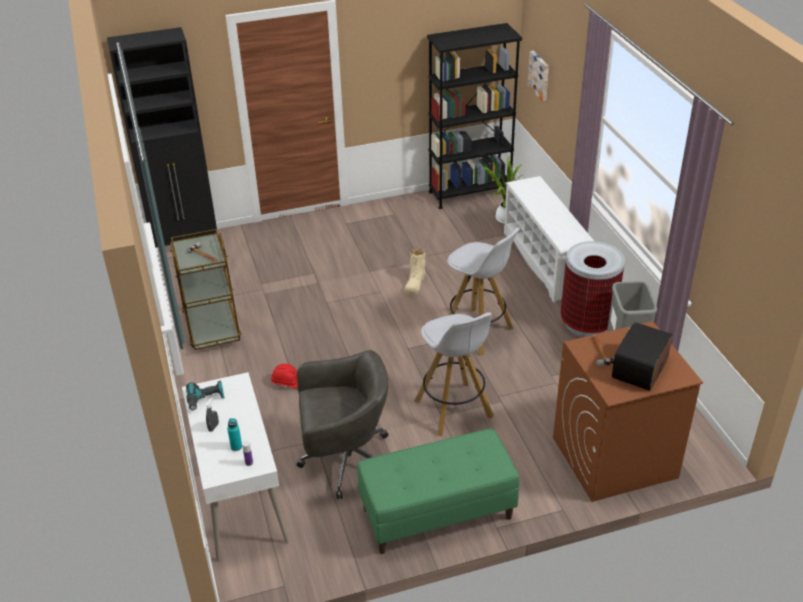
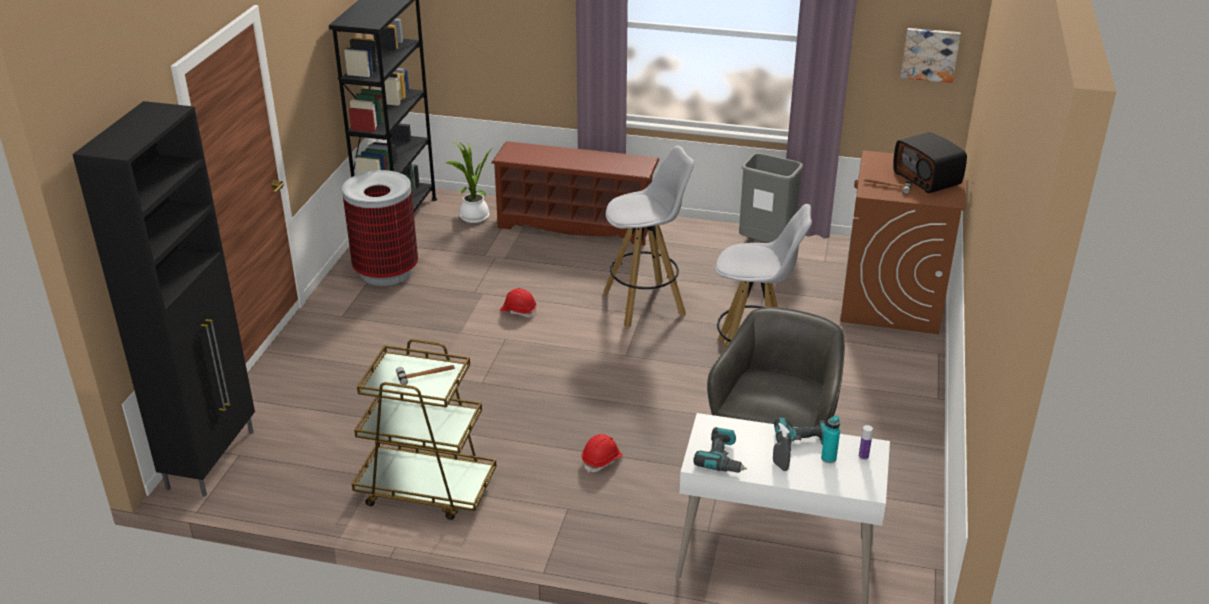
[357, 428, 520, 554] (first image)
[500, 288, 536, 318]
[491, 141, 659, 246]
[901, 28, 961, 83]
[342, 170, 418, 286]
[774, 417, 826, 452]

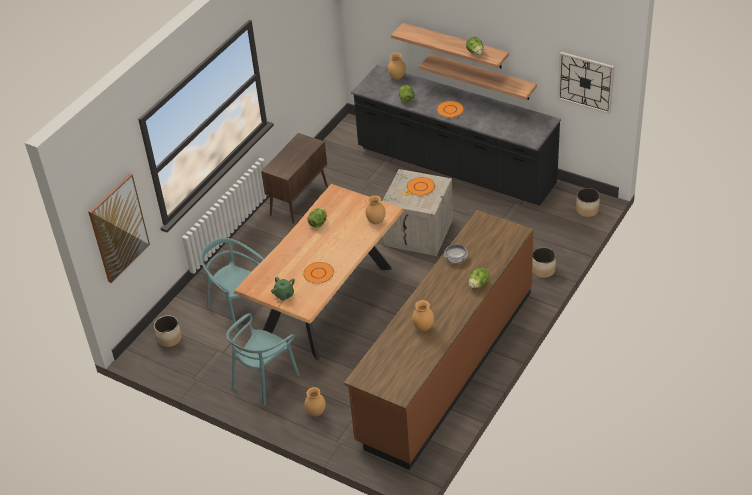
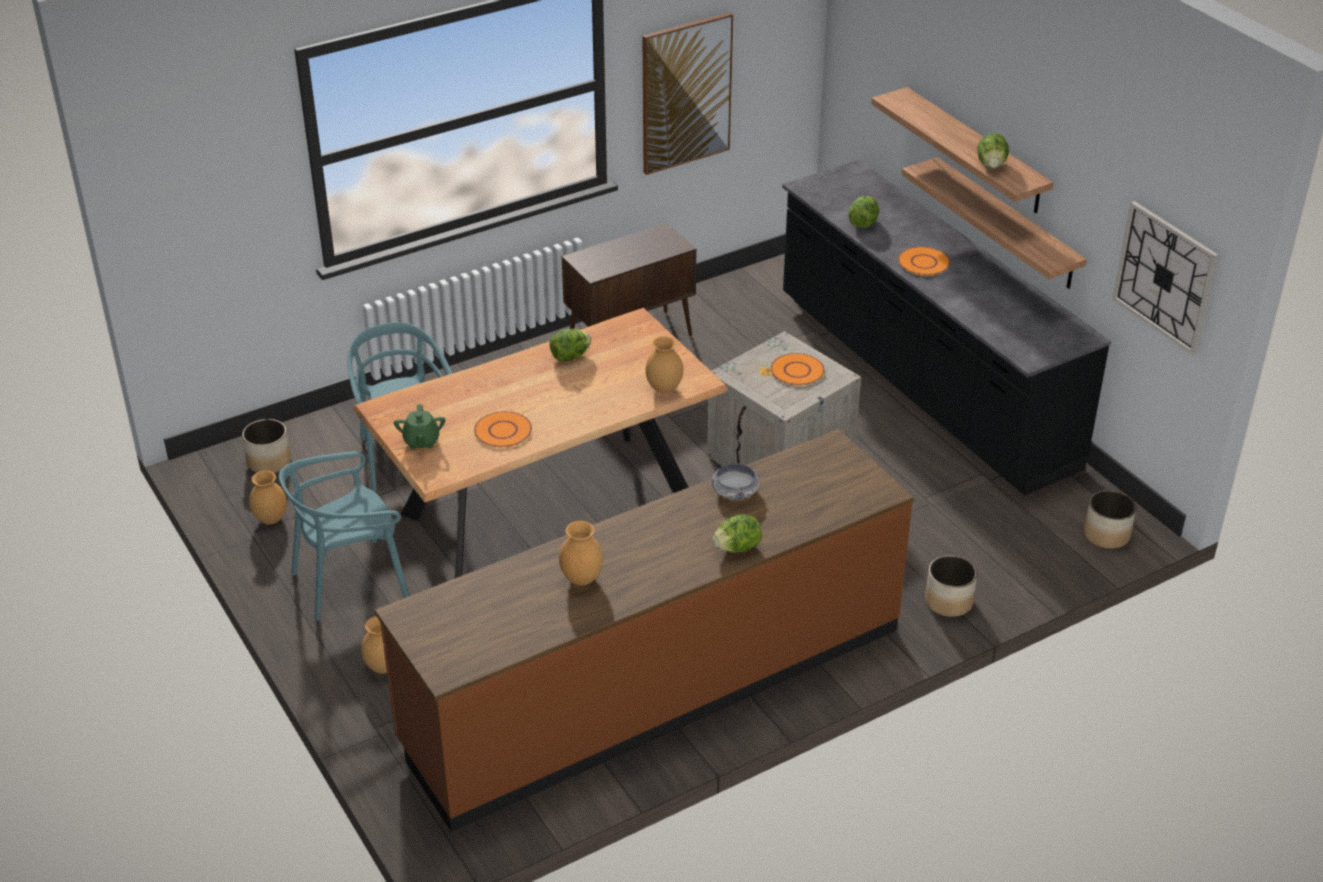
[643, 12, 733, 175]
[249, 471, 287, 525]

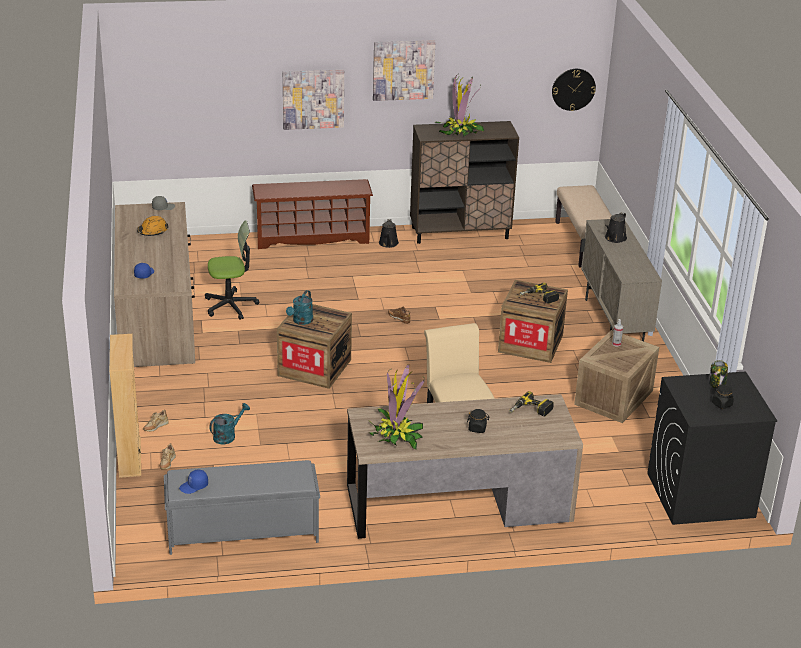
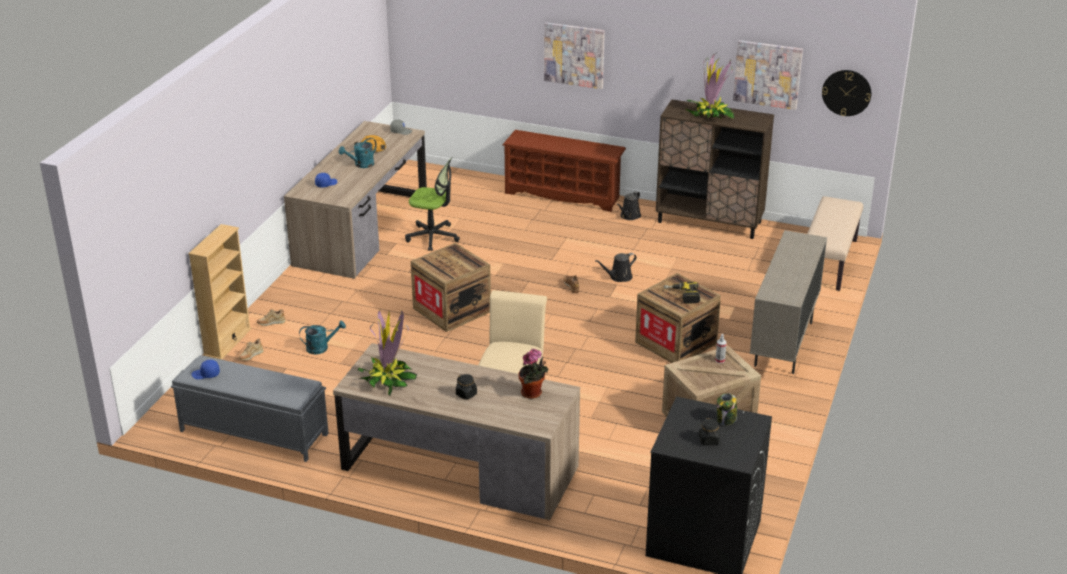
[339, 138, 377, 168]
[733, 40, 803, 110]
[518, 349, 548, 399]
[595, 253, 637, 282]

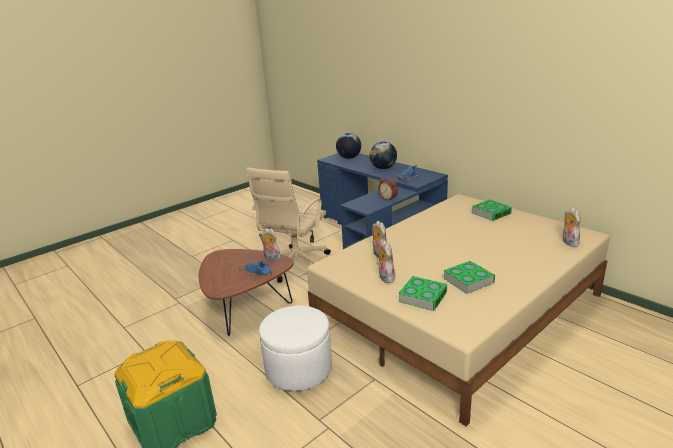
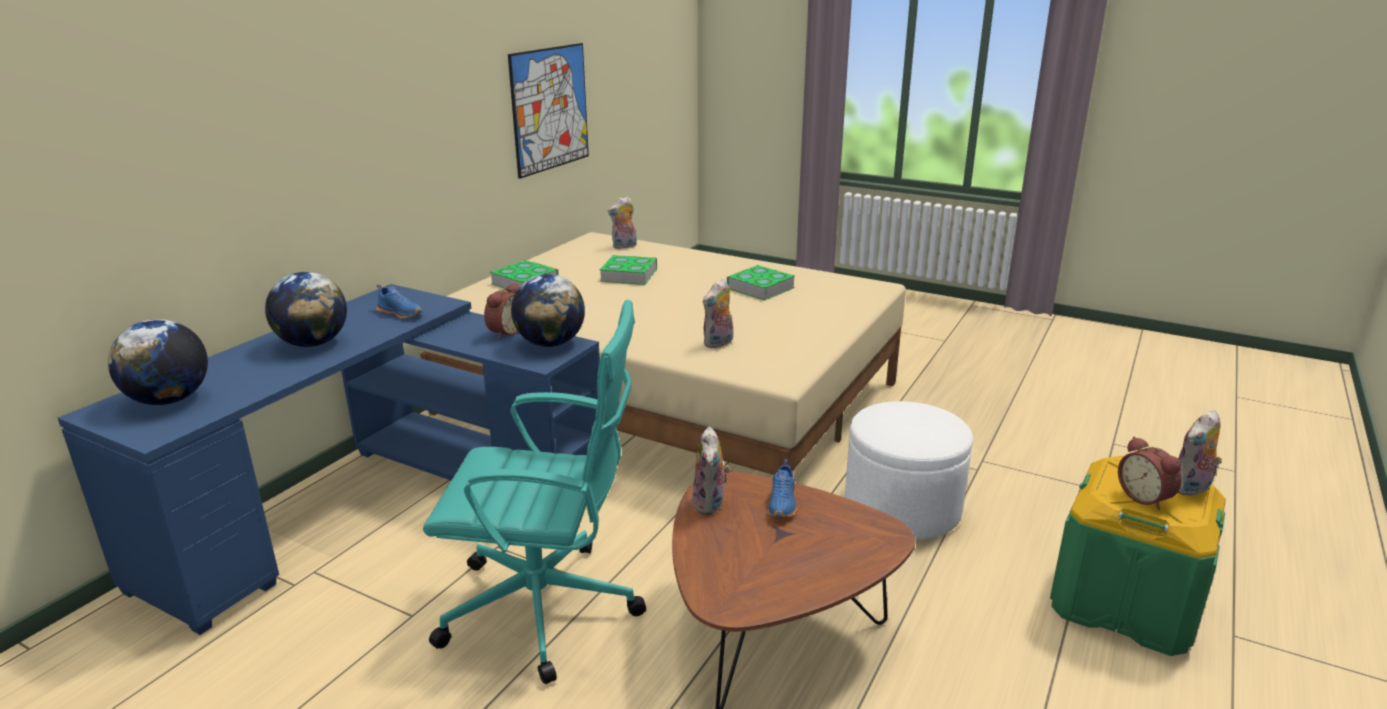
[423, 300, 646, 684]
[1178, 410, 1222, 496]
[600, 255, 657, 285]
[508, 43, 589, 179]
[511, 274, 585, 347]
[1118, 436, 1181, 510]

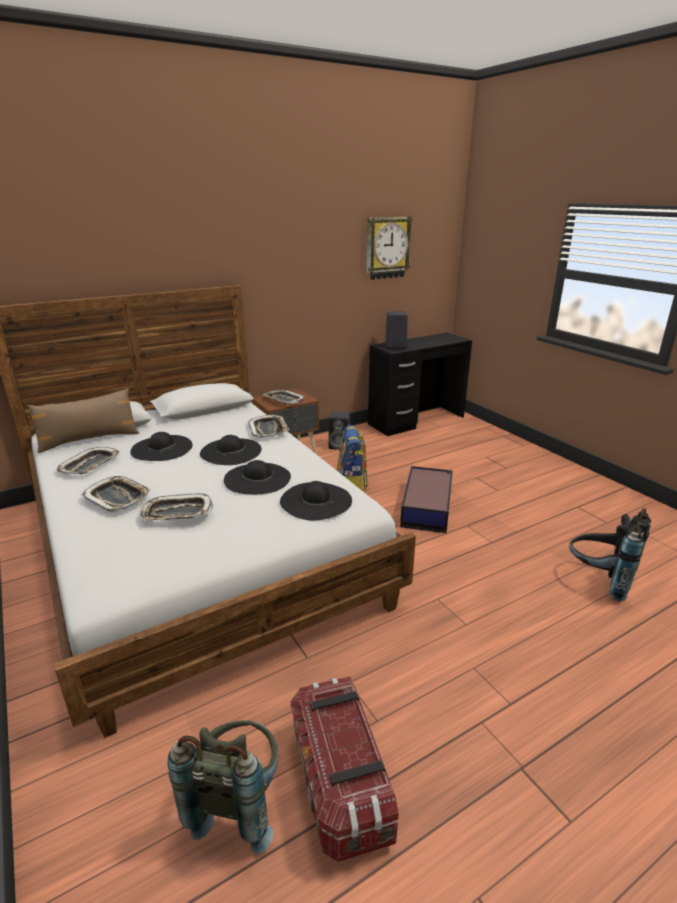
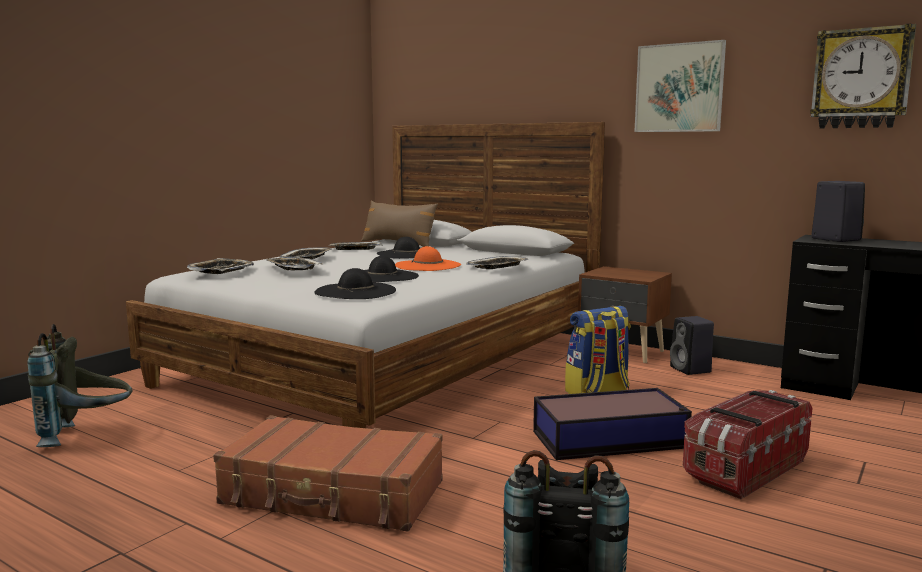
[395, 246, 461, 271]
[187, 258, 254, 274]
[683, 390, 812, 499]
[213, 415, 443, 532]
[634, 40, 726, 132]

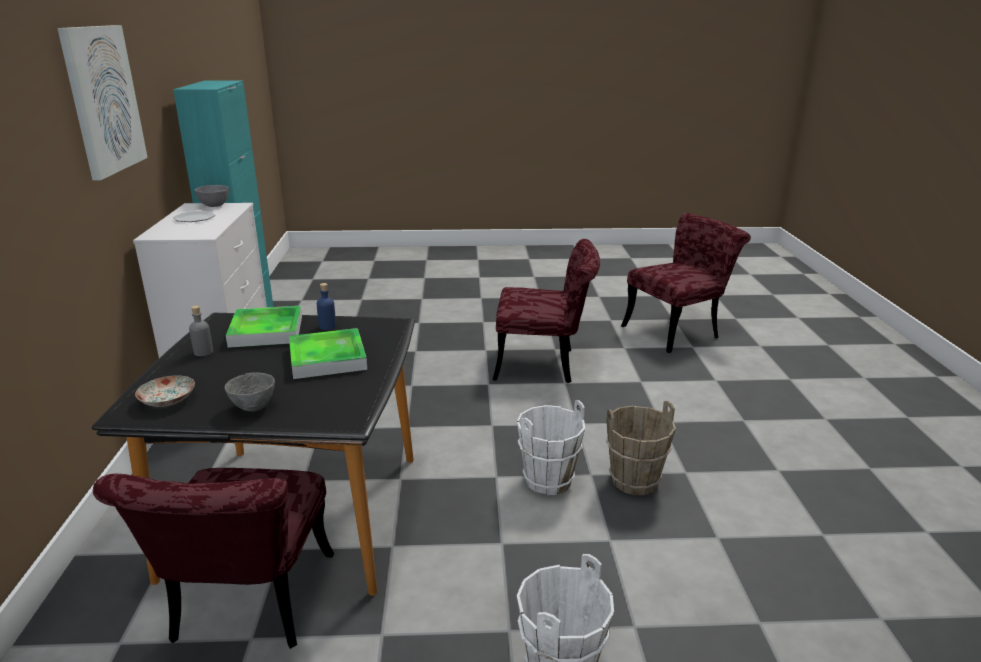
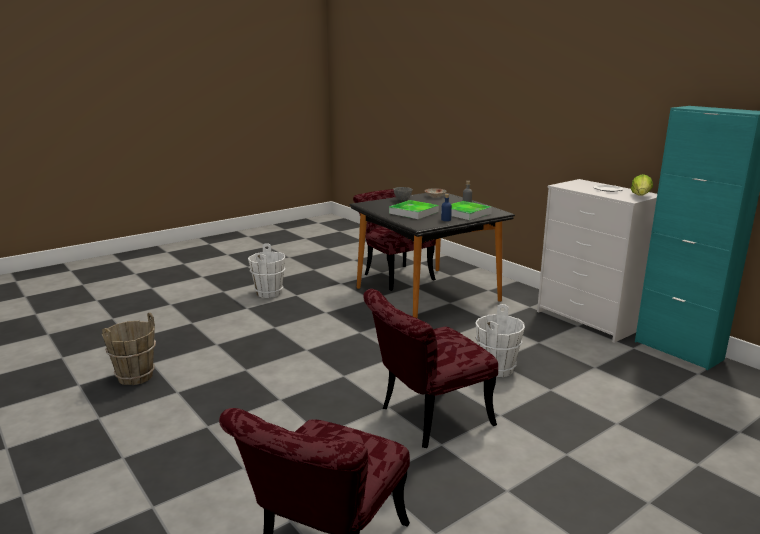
[57, 25, 148, 180] (first image)
[631, 174, 653, 196]
[475, 304, 525, 377]
[102, 313, 156, 385]

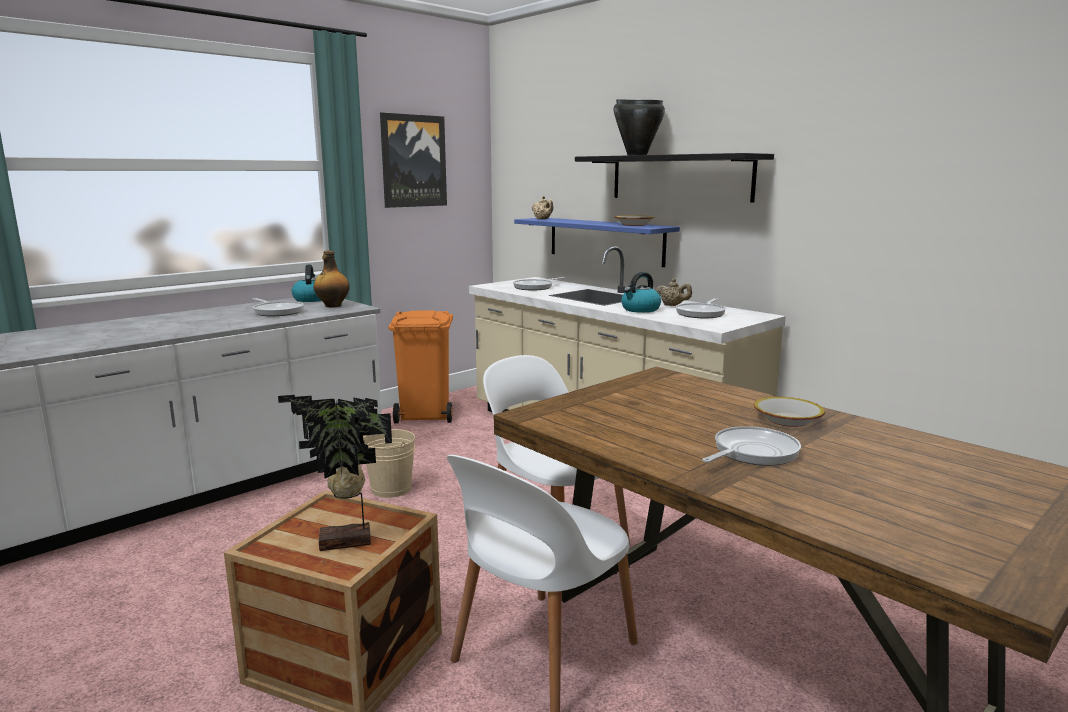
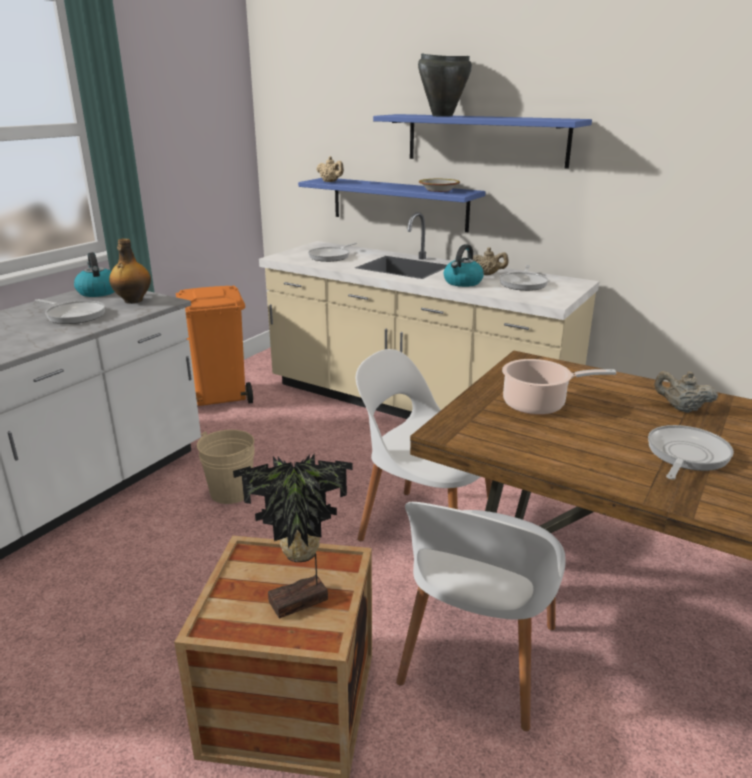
[380, 113, 447, 208] (first image)
[373, 114, 592, 169]
[654, 371, 718, 413]
[502, 359, 616, 415]

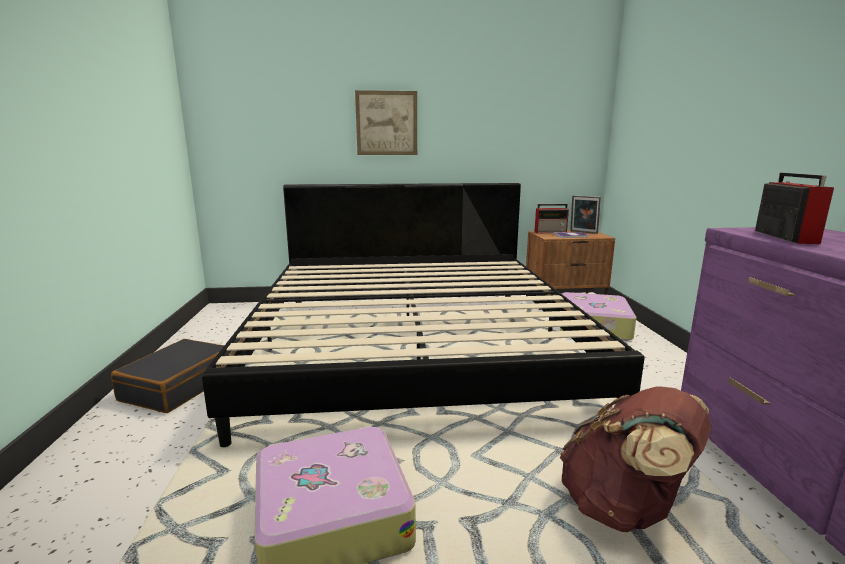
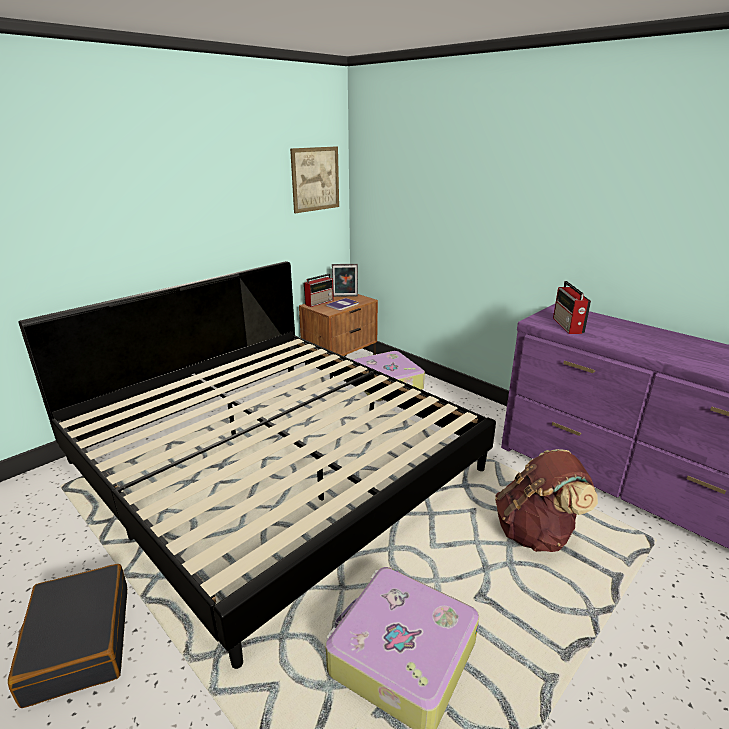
[290, 146, 339, 213]
[553, 281, 591, 334]

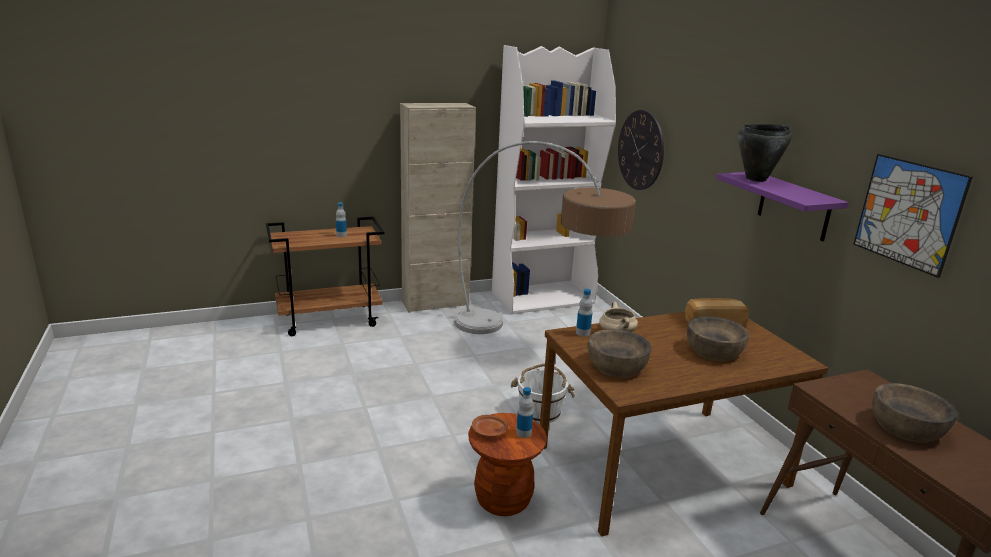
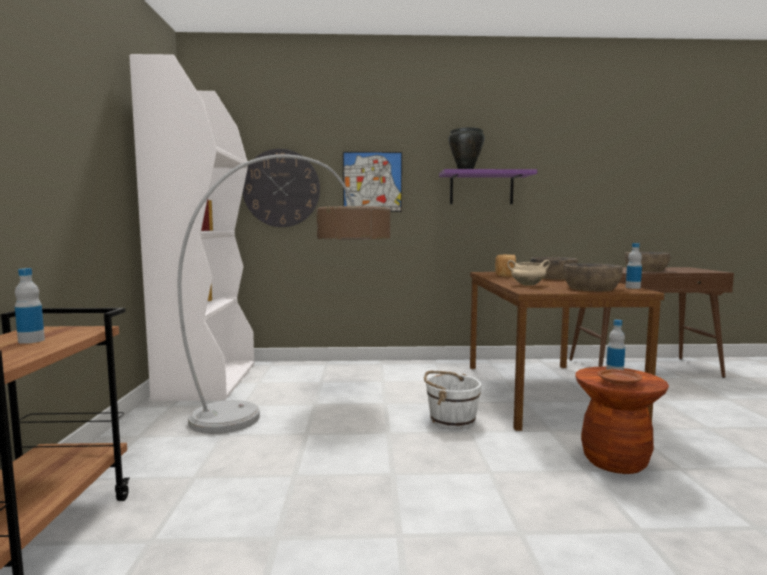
[400, 103, 476, 313] (first image)
[626, 243, 642, 289]
[343, 152, 402, 212]

